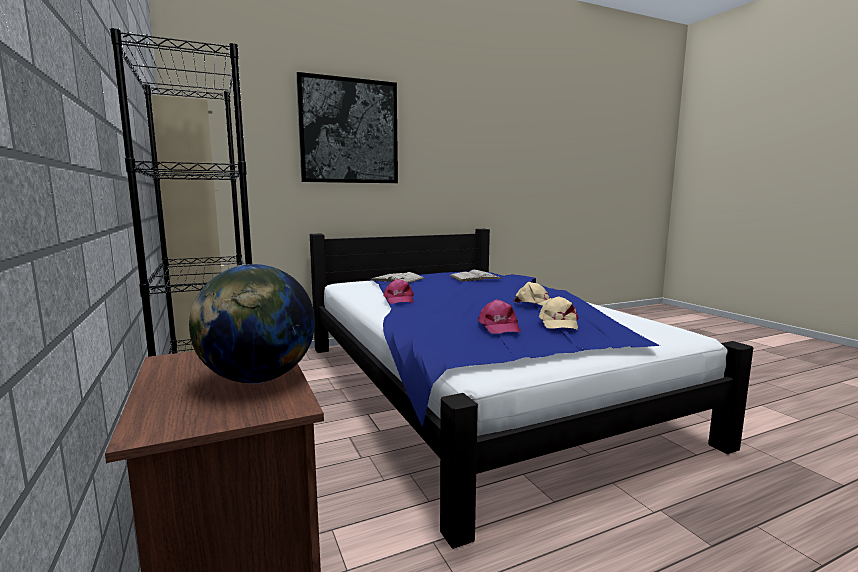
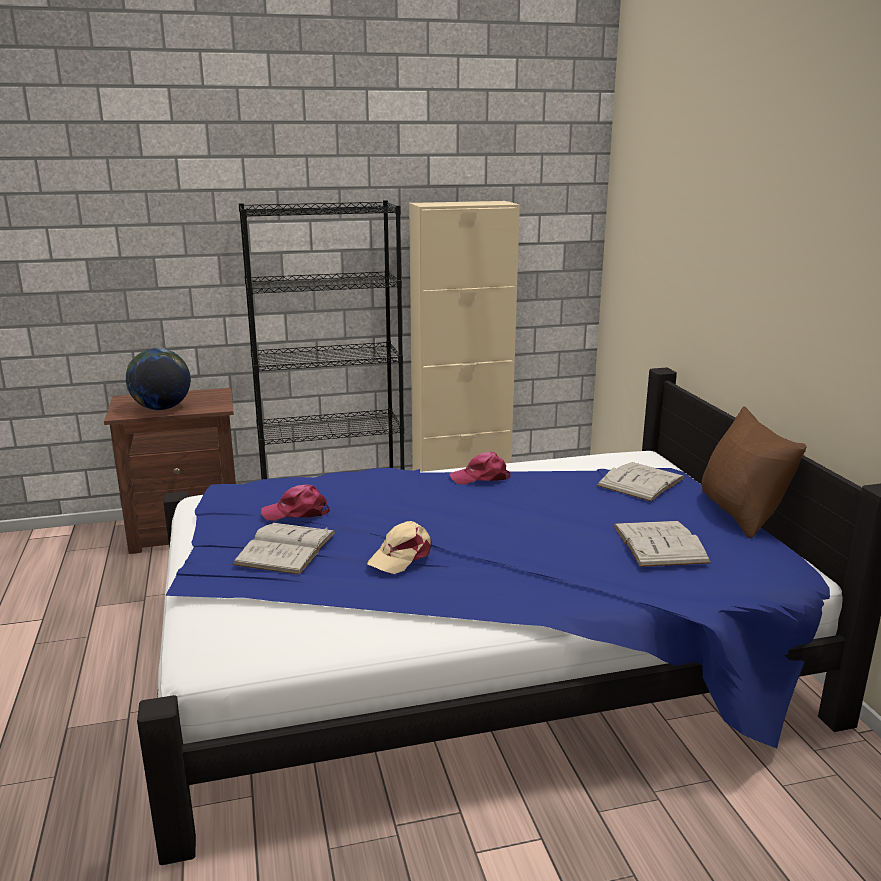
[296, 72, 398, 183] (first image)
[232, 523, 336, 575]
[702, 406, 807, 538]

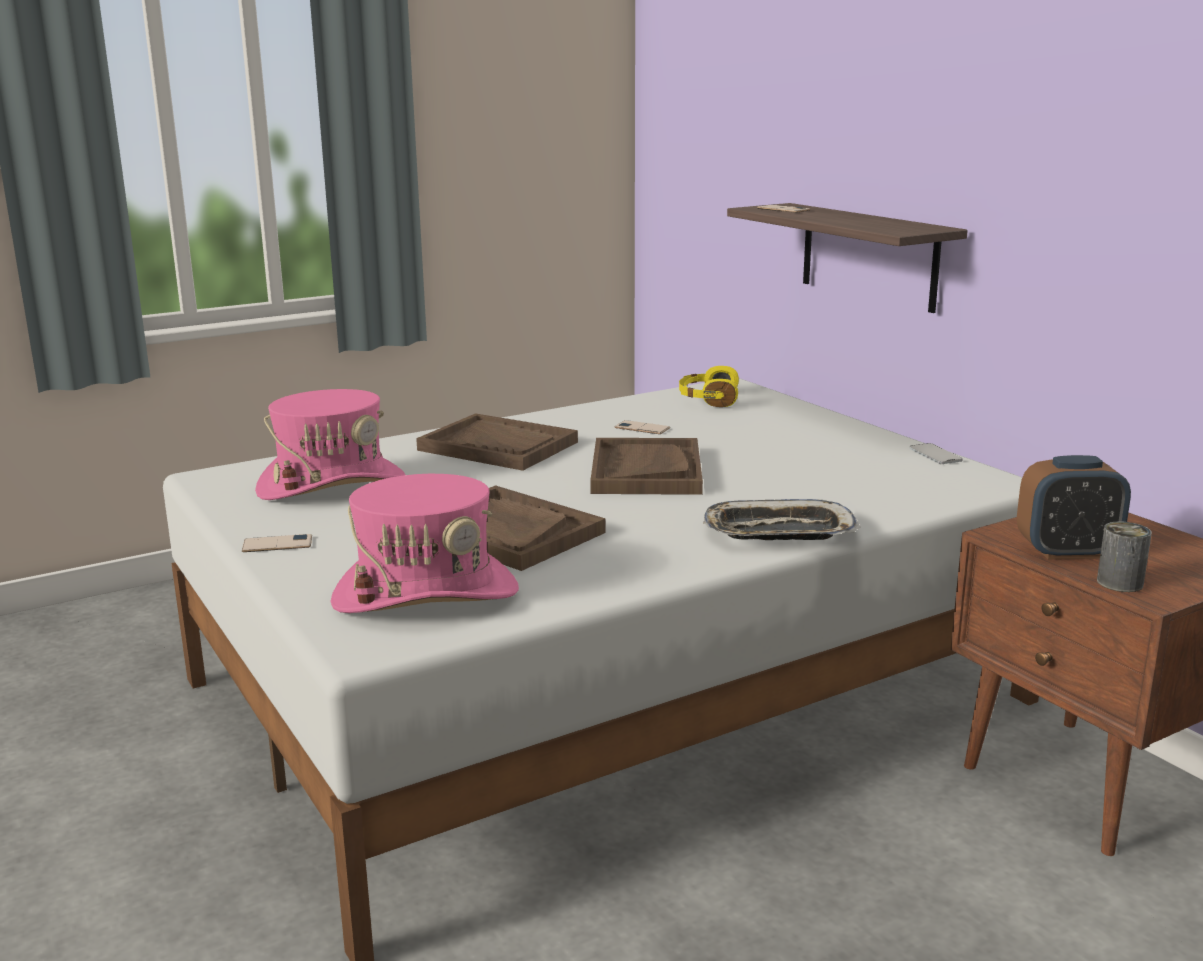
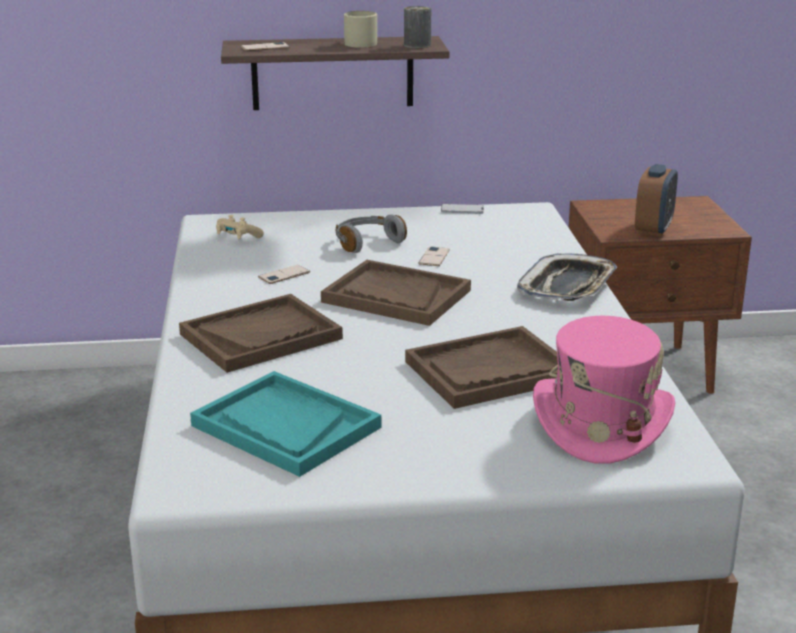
[418, 246, 450, 266]
[190, 371, 381, 477]
[216, 215, 264, 239]
[404, 6, 431, 48]
[336, 215, 407, 253]
[344, 11, 377, 48]

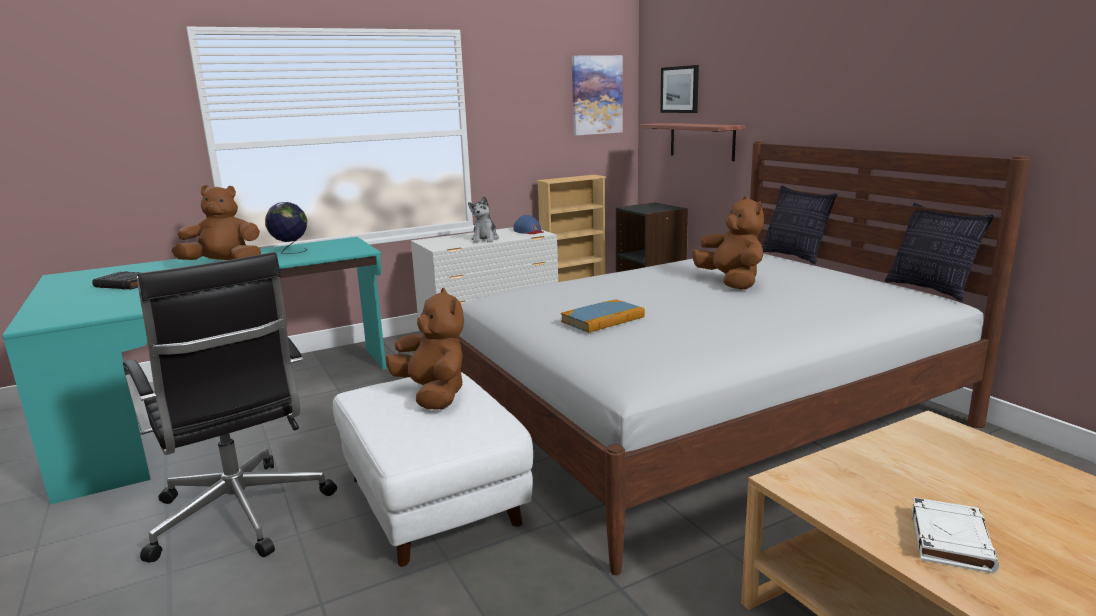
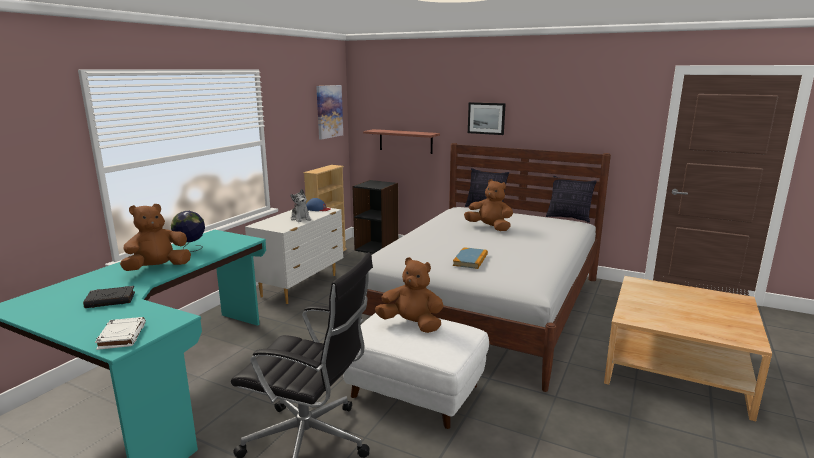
[468, 102, 506, 135]
[95, 317, 146, 350]

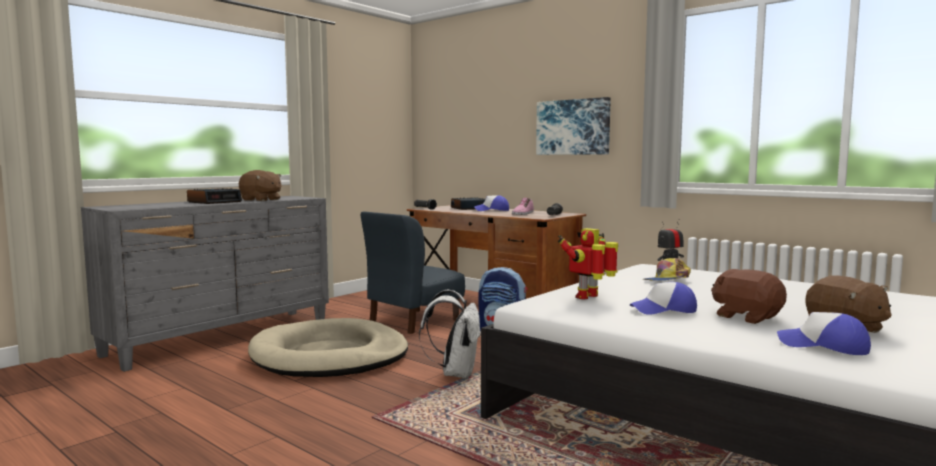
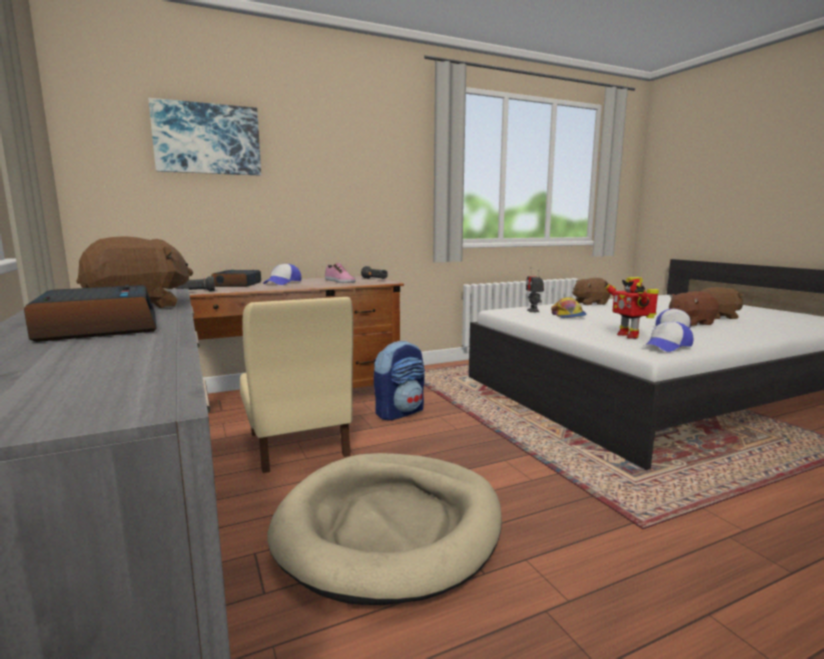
[240, 297, 353, 473]
[419, 289, 481, 378] (first image)
[148, 98, 261, 175]
[644, 322, 693, 352]
[572, 278, 611, 305]

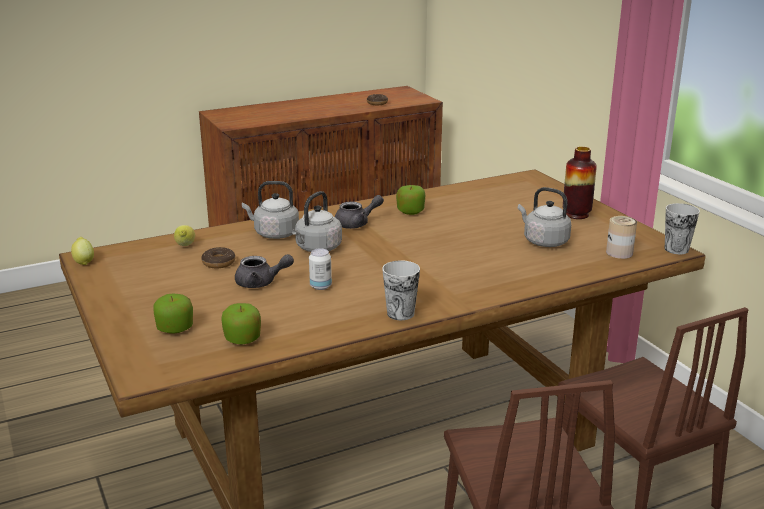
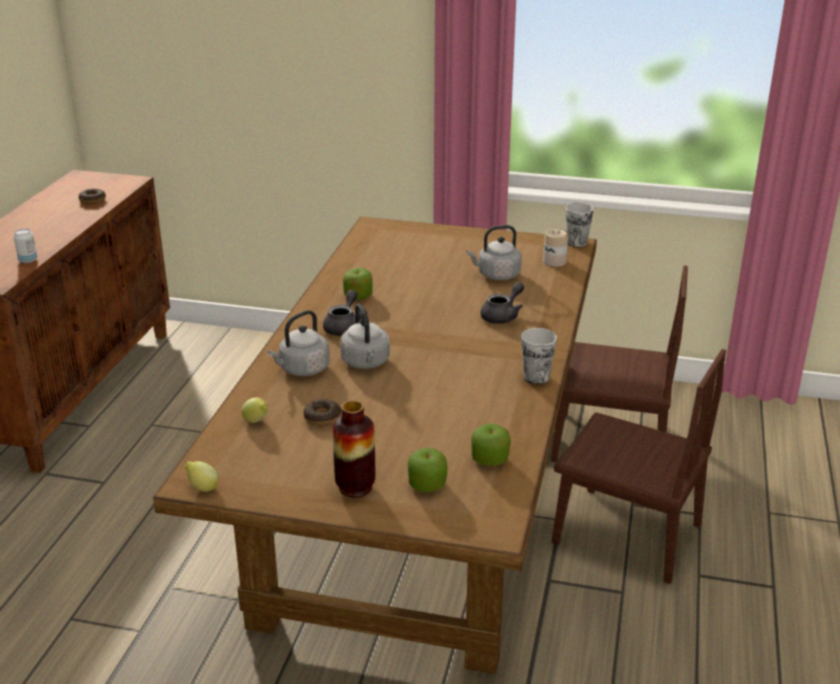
[480, 282, 524, 324]
[14, 229, 37, 263]
[332, 401, 375, 497]

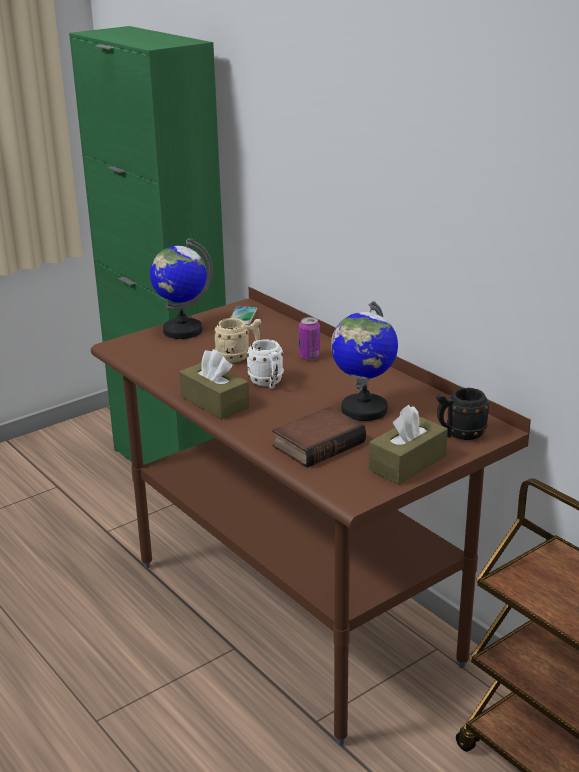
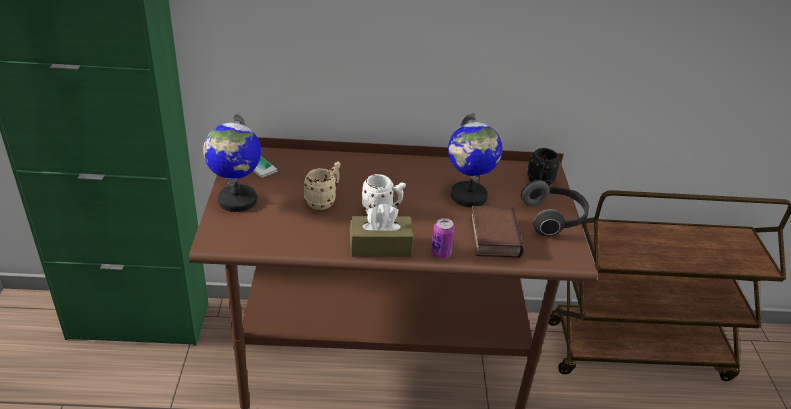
[431, 218, 455, 259]
[521, 180, 589, 236]

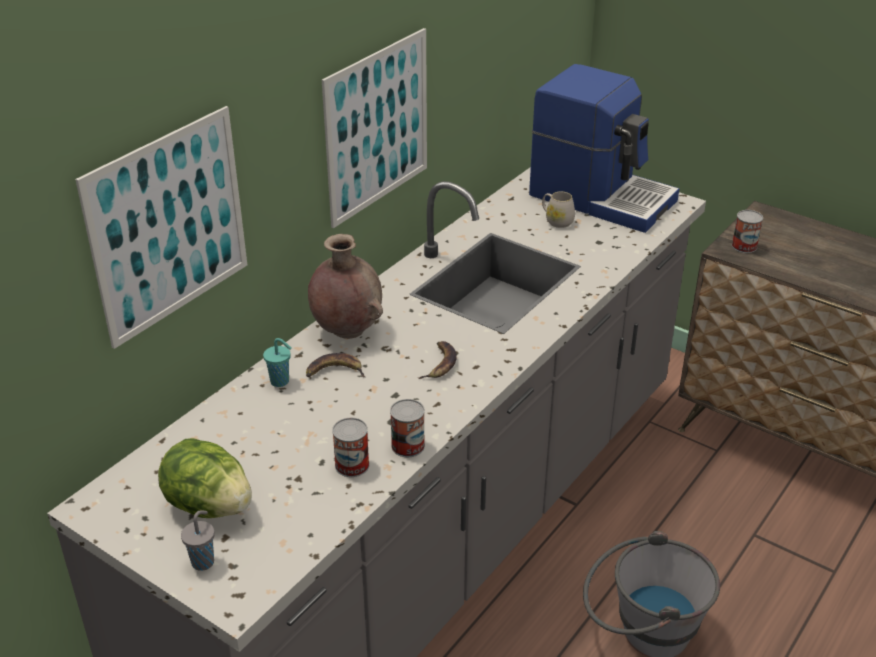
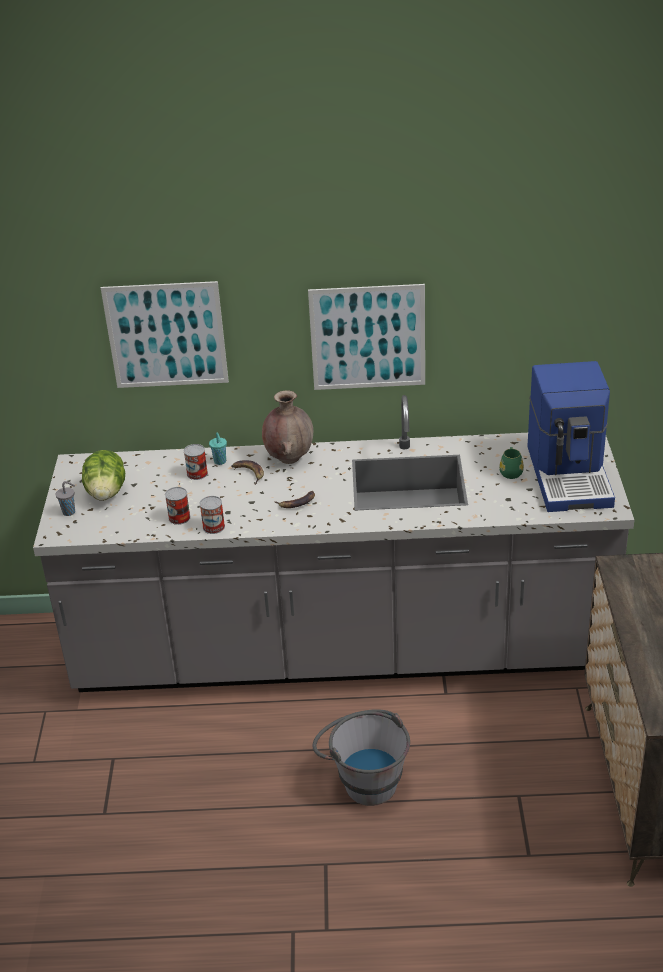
[499, 447, 524, 479]
[184, 444, 208, 480]

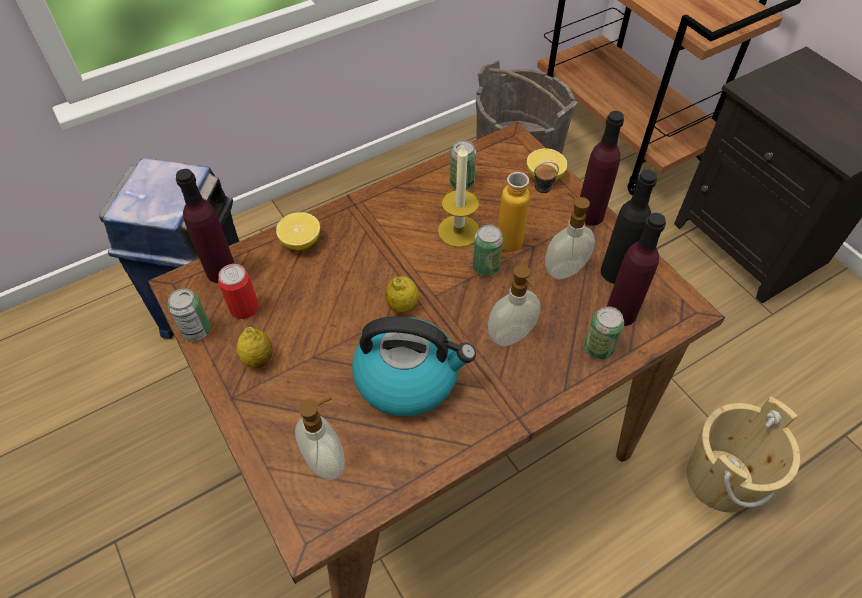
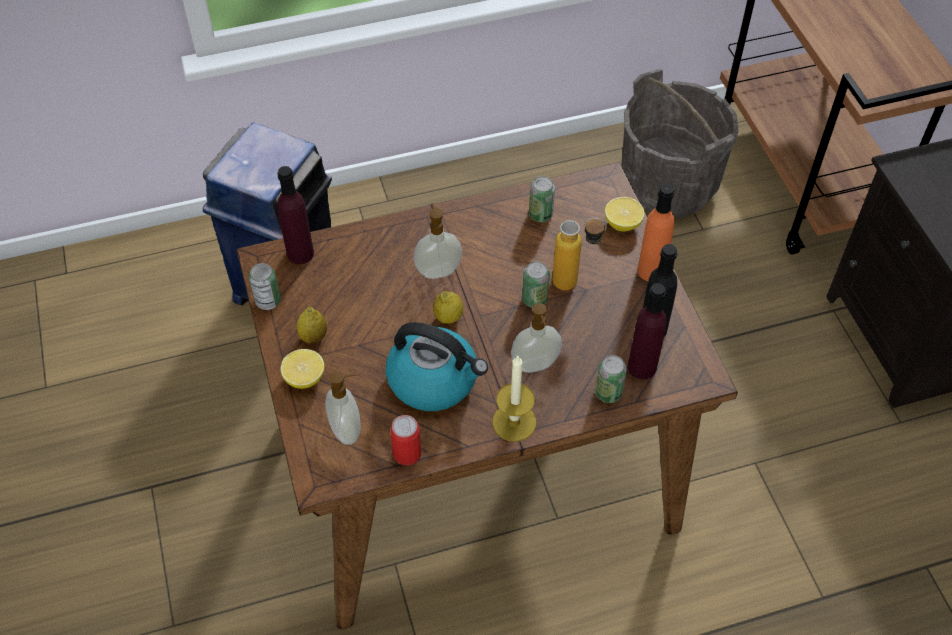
[390, 415, 421, 465]
[281, 349, 324, 389]
[492, 355, 536, 442]
[413, 203, 462, 279]
[638, 184, 675, 281]
[687, 396, 800, 512] (first image)

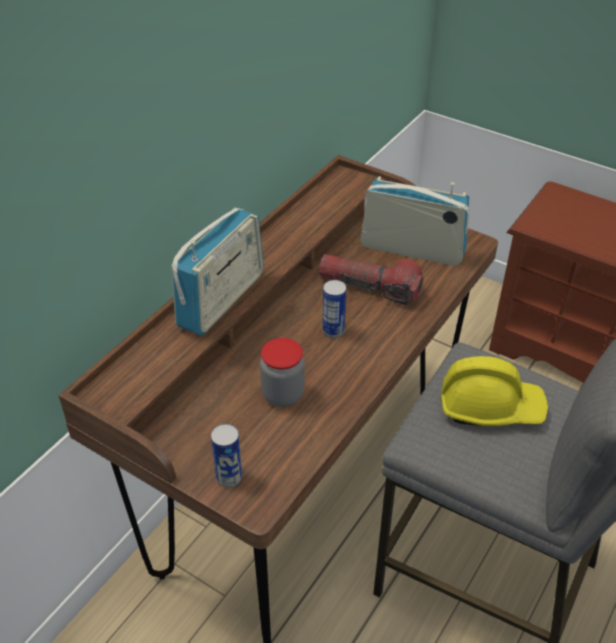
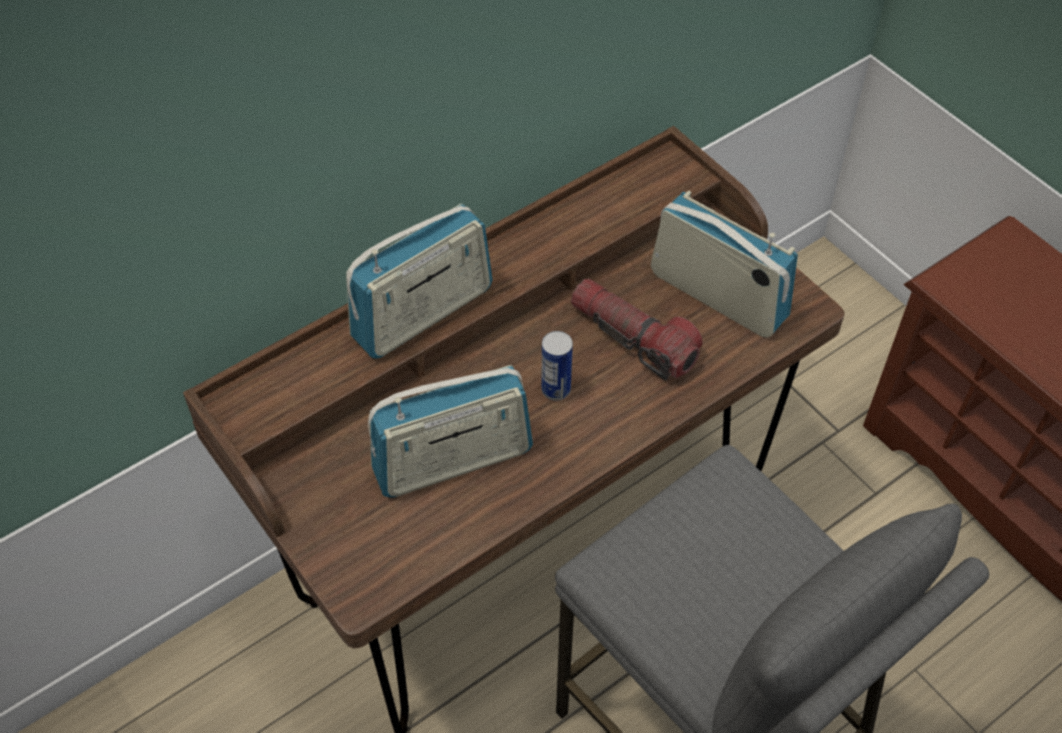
[211, 424, 242, 487] (first image)
[368, 365, 533, 498]
[441, 356, 548, 426] (first image)

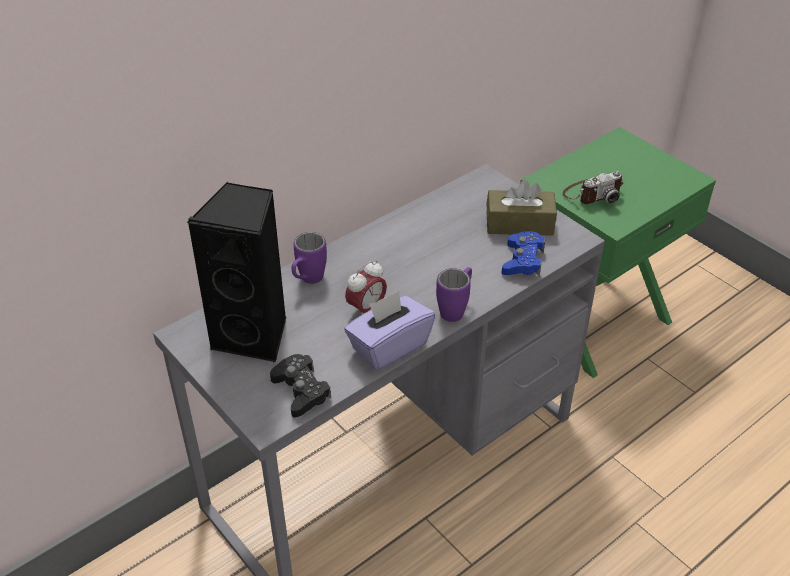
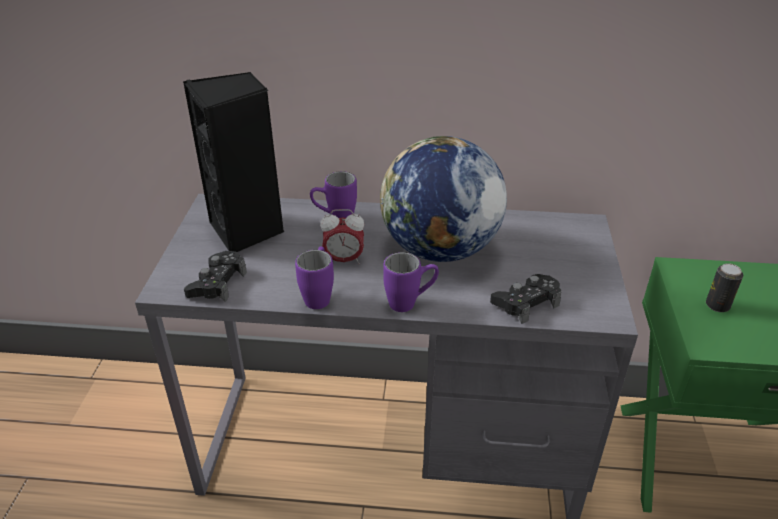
[295, 246, 334, 309]
[487, 180, 557, 236] (first image)
[490, 274, 562, 324]
[706, 263, 743, 312]
[380, 136, 507, 262]

